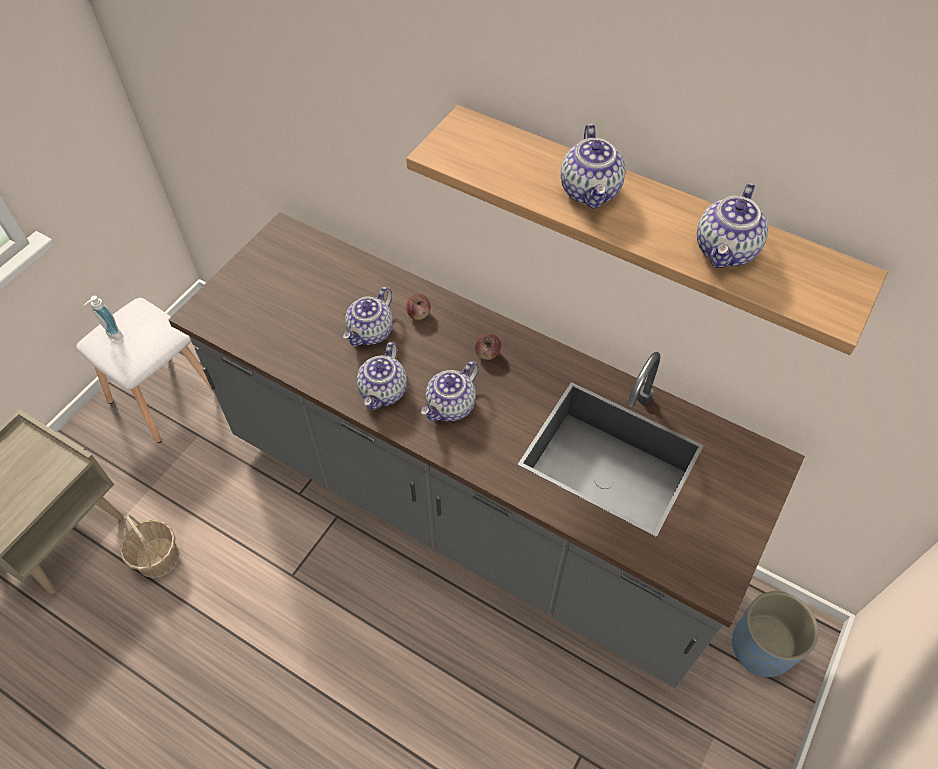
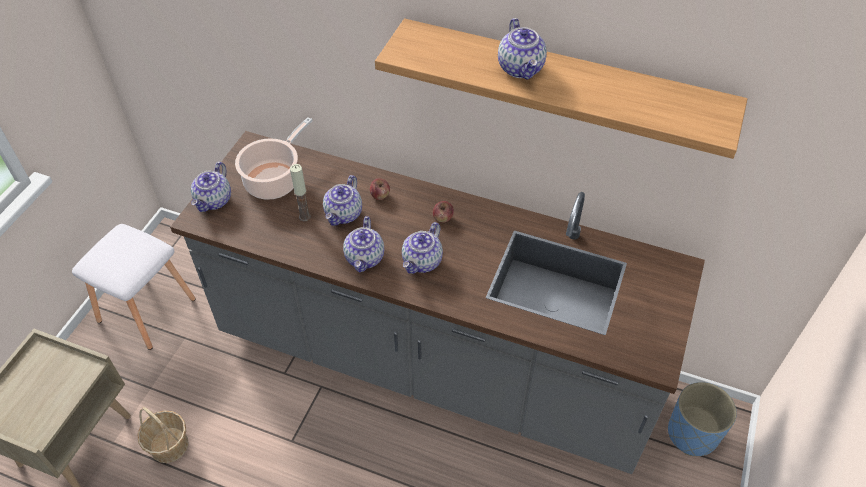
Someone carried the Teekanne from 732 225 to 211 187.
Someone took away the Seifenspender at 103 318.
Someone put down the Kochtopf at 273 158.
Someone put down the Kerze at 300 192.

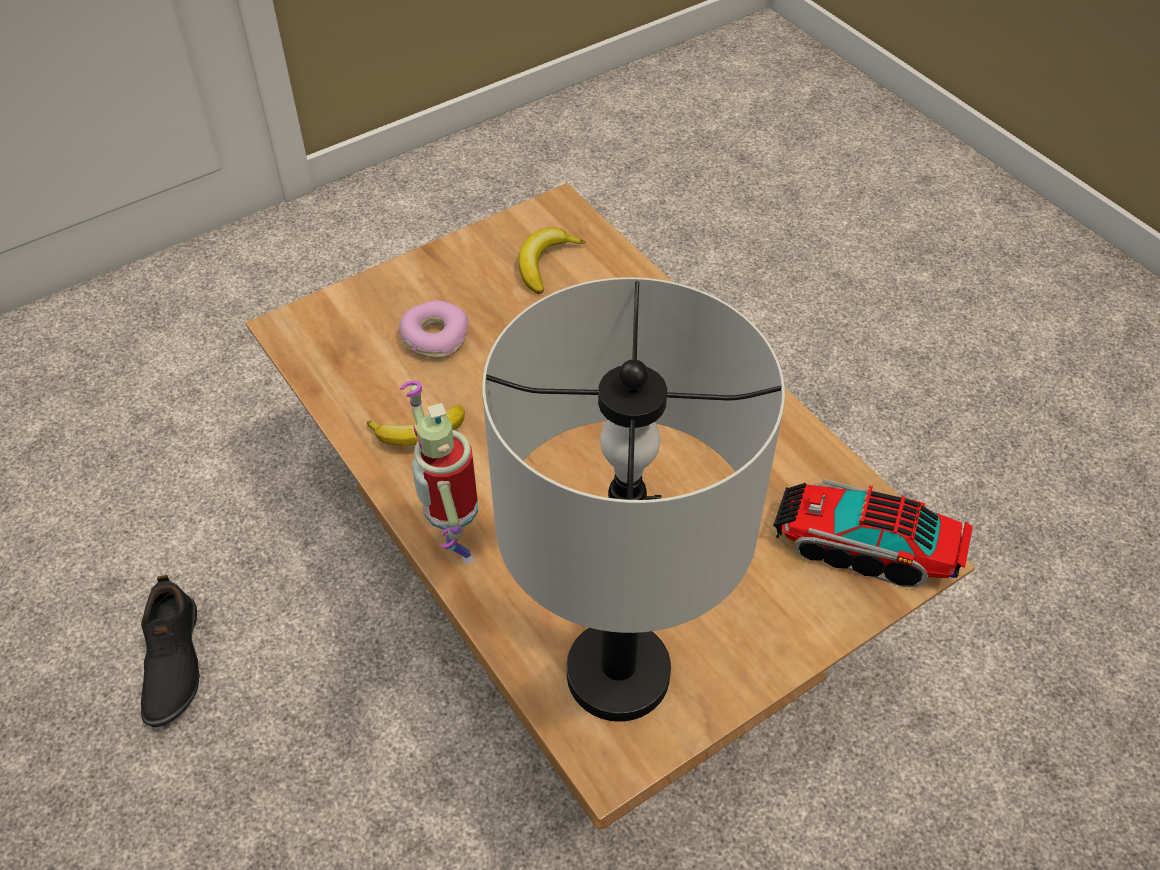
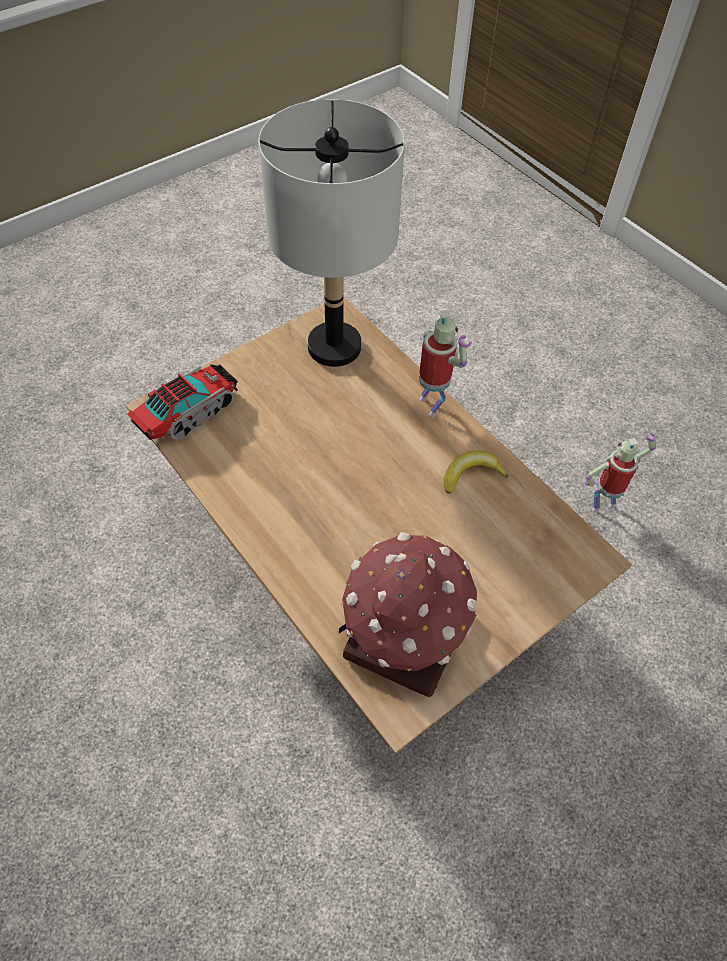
Someone swapped the Banane at 552 260 for the Spielzeughaus at 408 614.
Someone took away the Donut at 433 330.
Someone rotated the Spielzeuglaster at 873 532 by 60 degrees counterclockwise.
Someone swapped the Schuh [schwarz] at 170 651 for the Spielzeugroboter at 620 473.

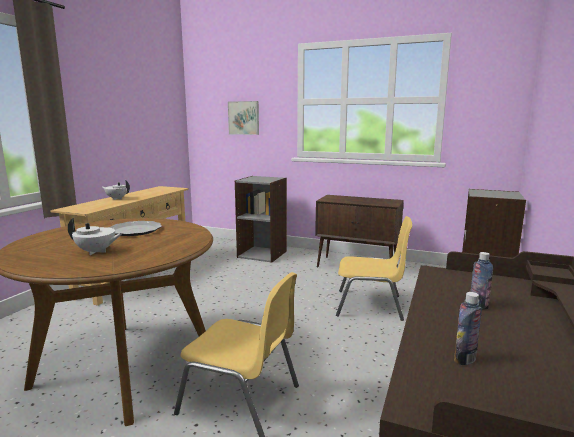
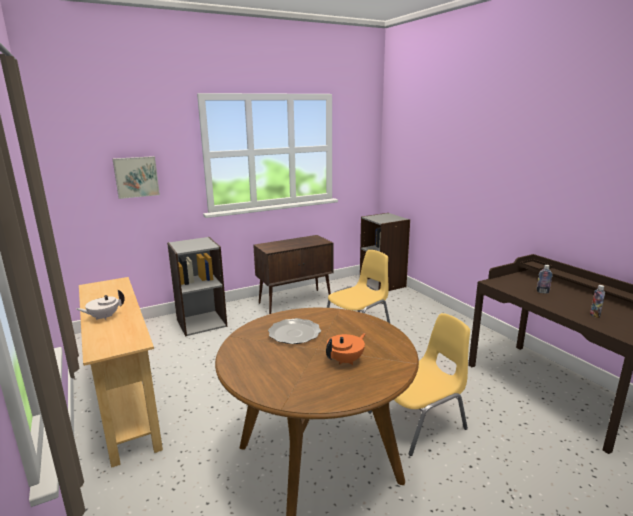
Someone repainted the Teekanne [weiß] at 95 236, which became the Teekanne [orange] at 345 349.

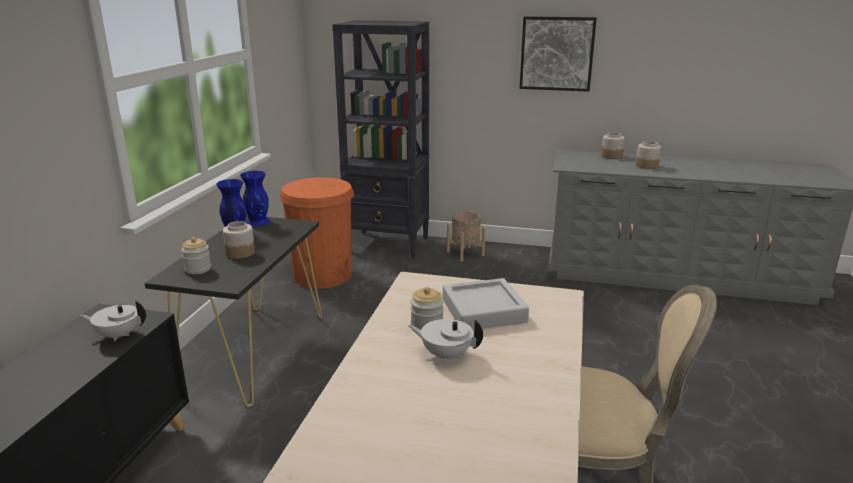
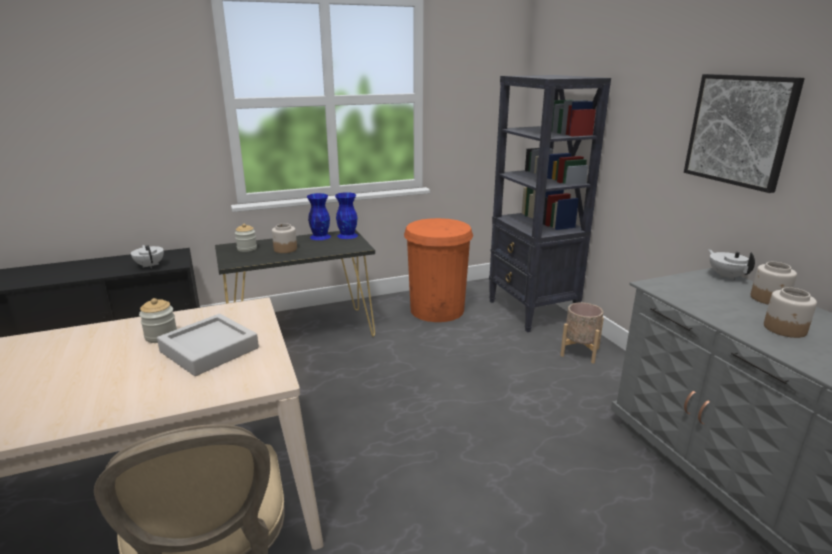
Someone carried the Teekanne [weiß] from 445 340 to 731 264.

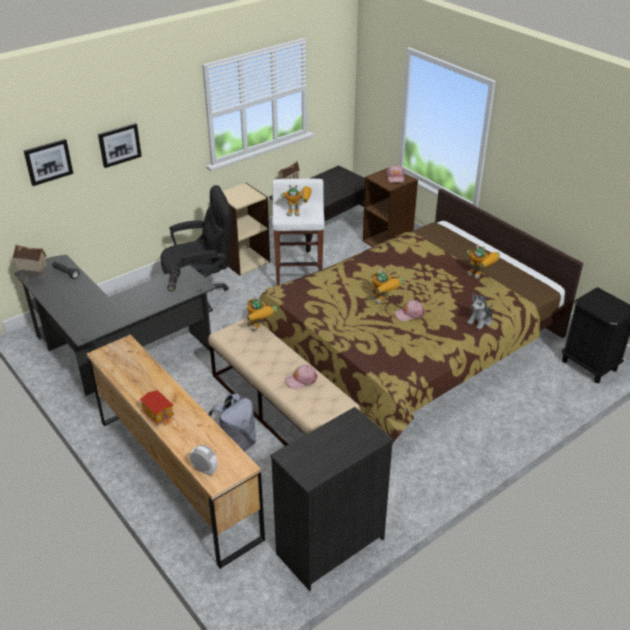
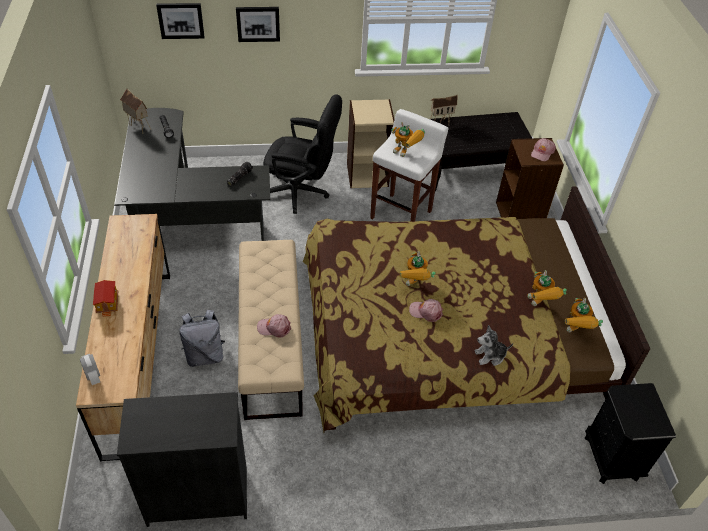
Someone carried the Spielzeugroboter from 262 313 to 583 315.

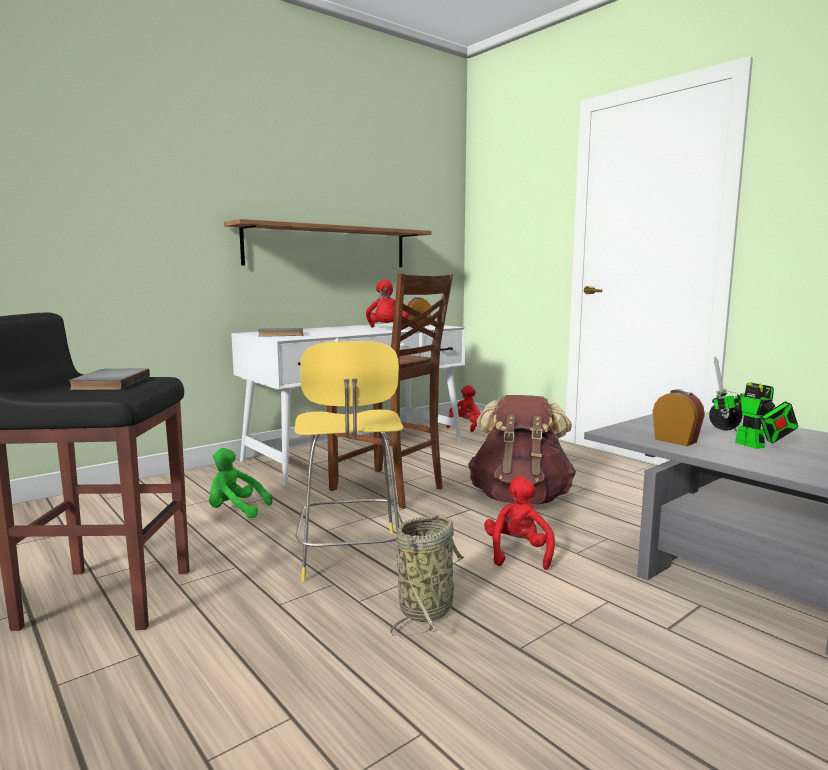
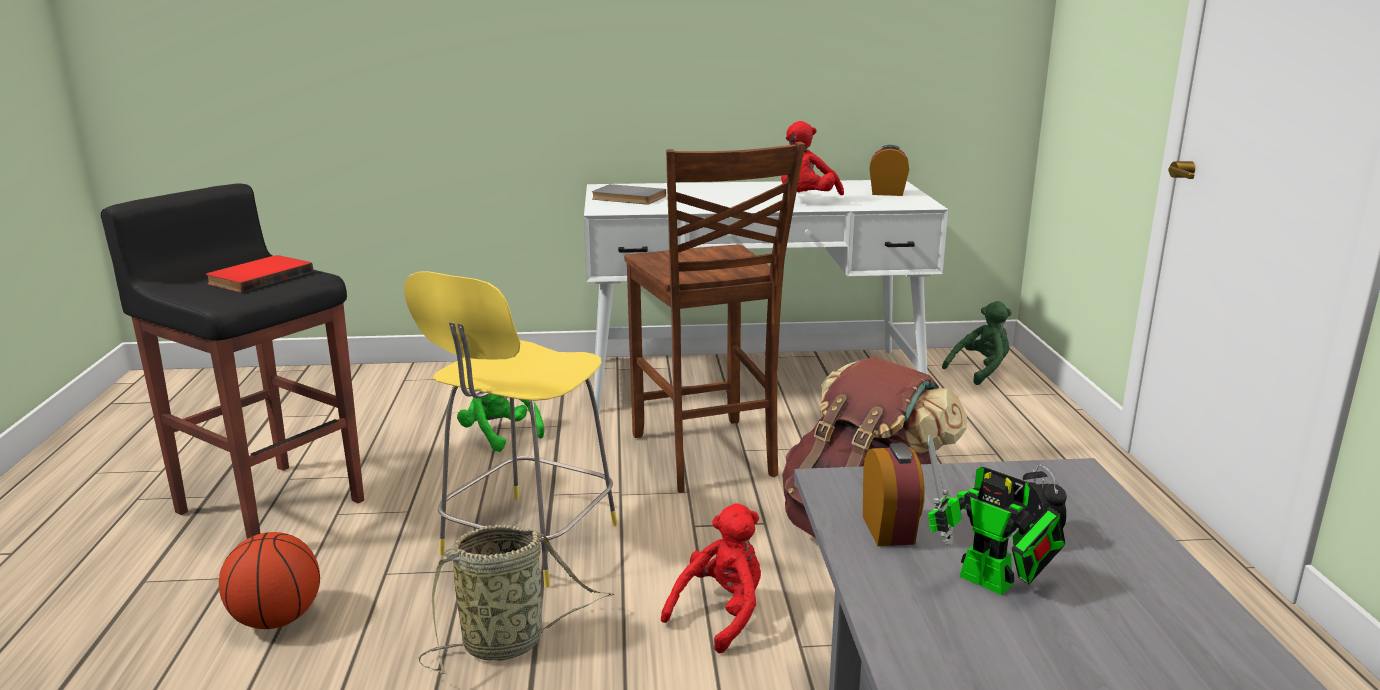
Someone took away the Wandregal at 328 243.
Someone rotated the Spielzeugroboter at 756 403 by 60 degrees counterclockwise.
Someone repainted the Buch [grau] at 109 379, which became the Buch [rot] at 259 274.
Someone repainted the Plüschtier [rot] at 463 408, which became the Plüschtier [grün] at 977 343.
Someone put down the Basketball at 269 580.

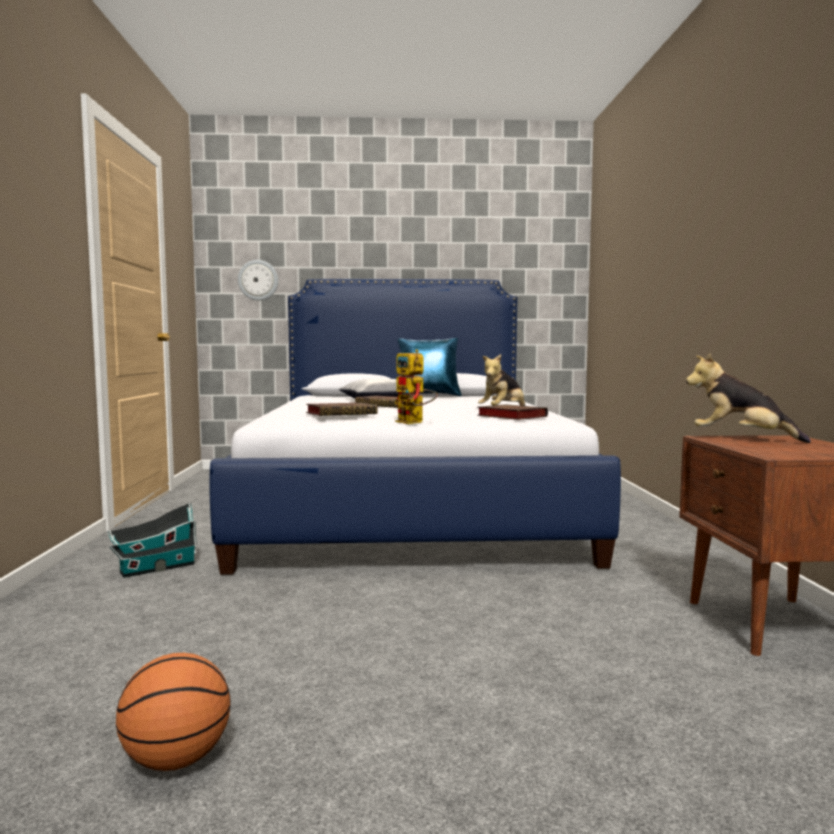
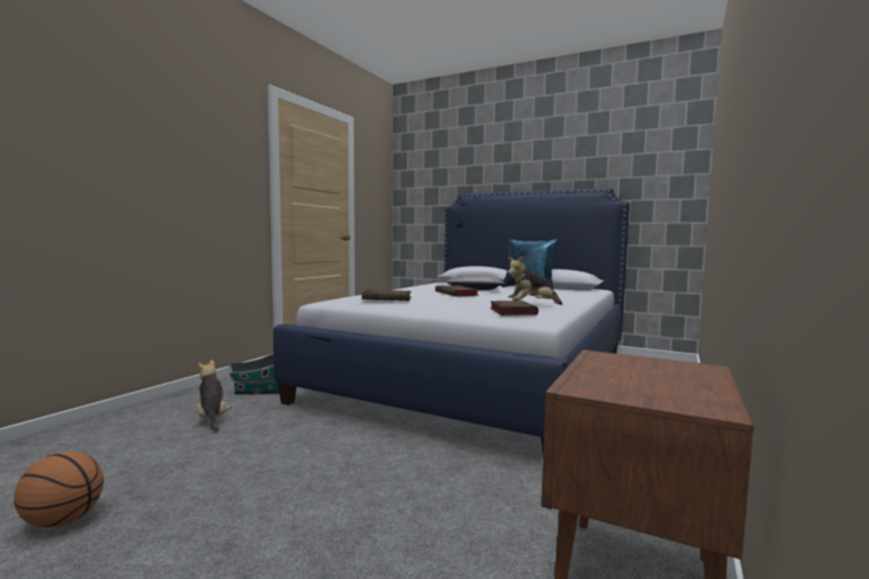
Someone took away the Wanduhr at 258 280.
Someone took away the Spielzeugroboter at 416 386.
Someone carried the Plüschtier from 748 398 to 214 396.

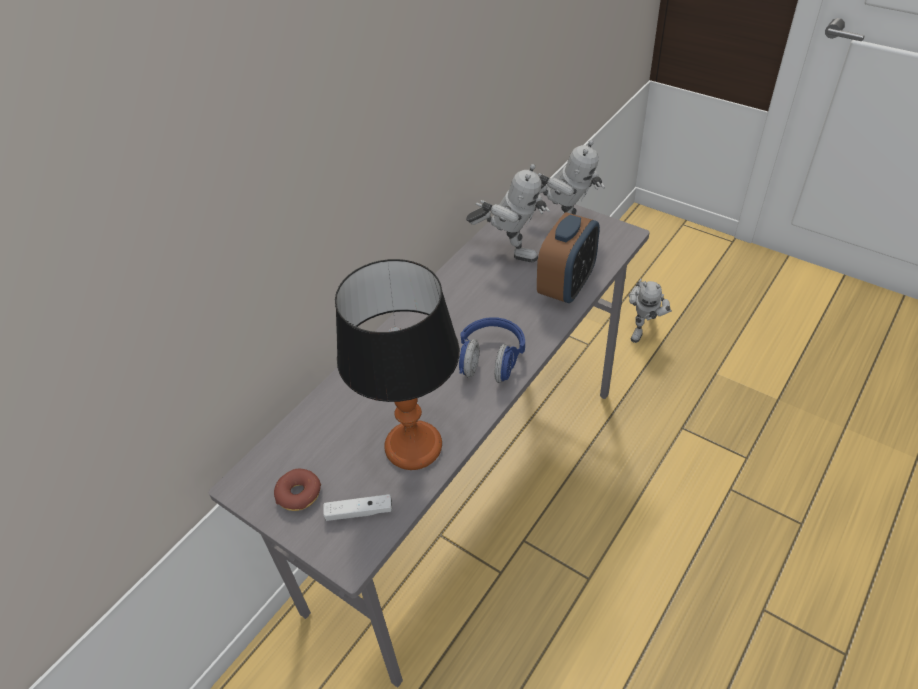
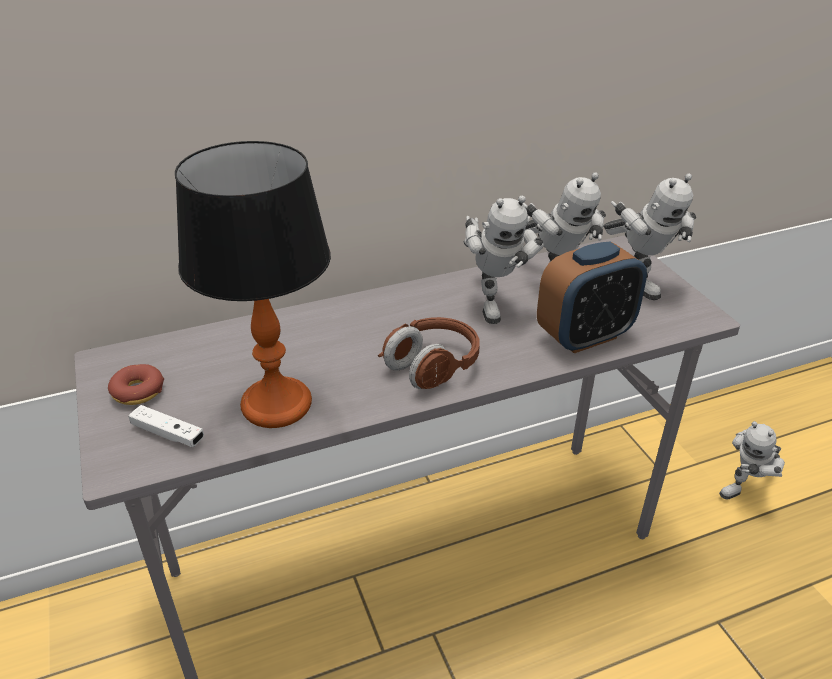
Someone repainted the Kopfhörer [blau] at 492 350, which became the Kopfhörer [braun] at 429 353.
Someone put down the Spielzeugroboter at 504 259.

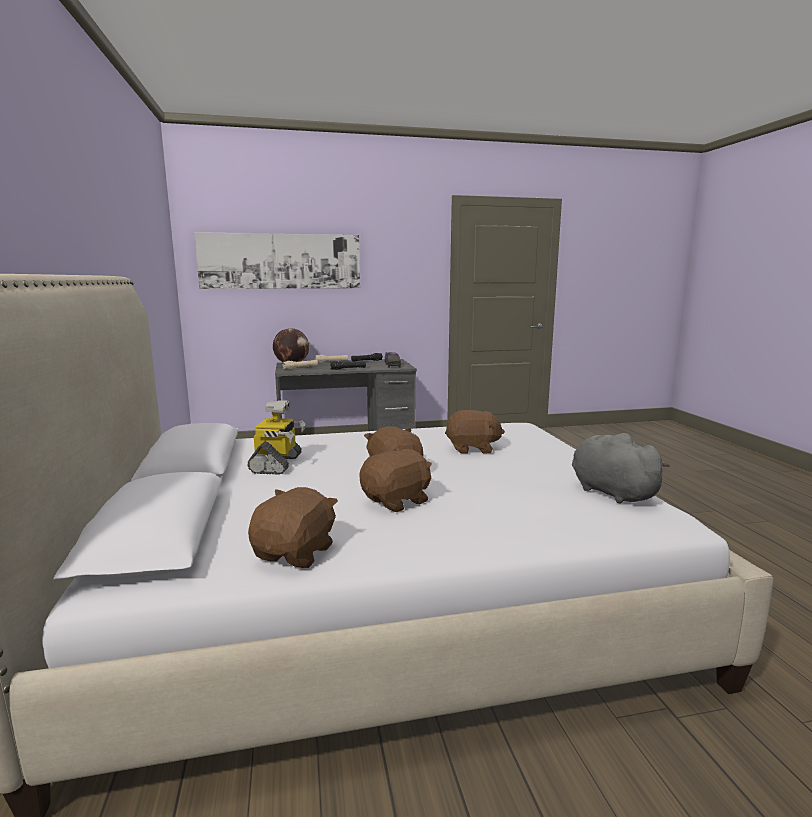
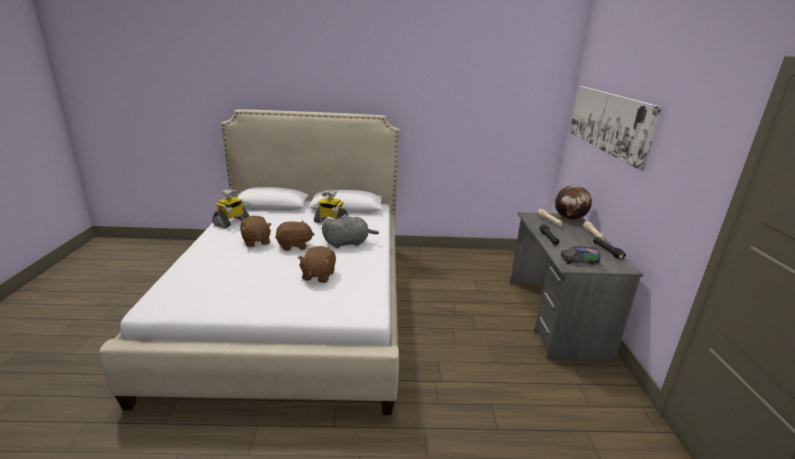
Someone carried the Plüschtier [grau] from 621 468 to 350 231.
Someone swapped the Plüschtier [braun] at 293 527 for the Spielzeugroboter at 230 208.

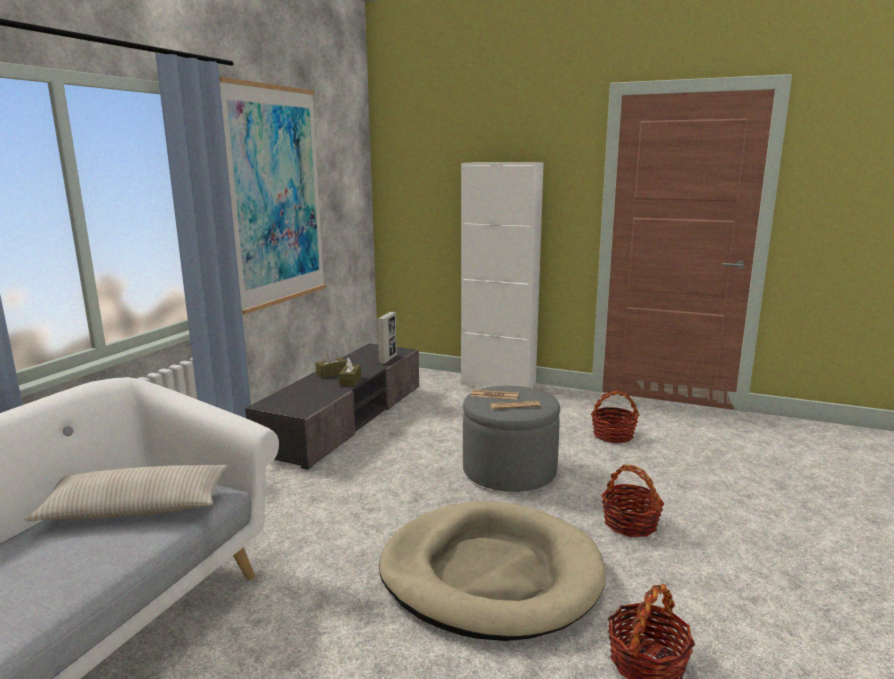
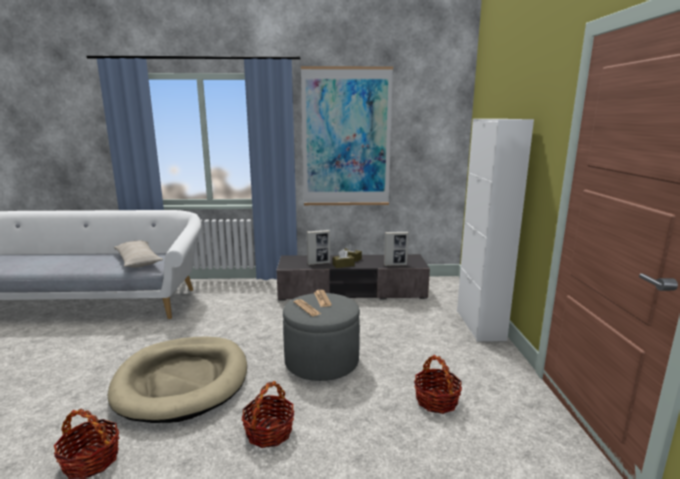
Someone put down the Bilderrahmen at 318 247.

